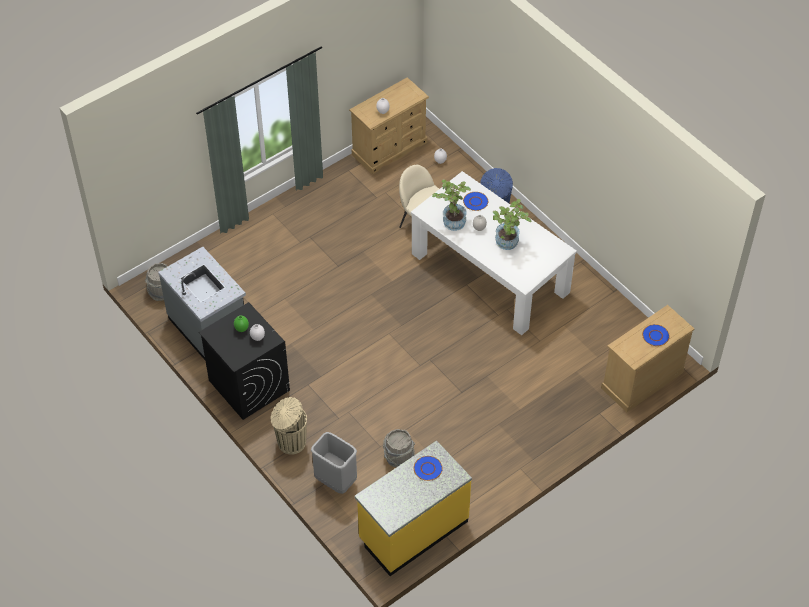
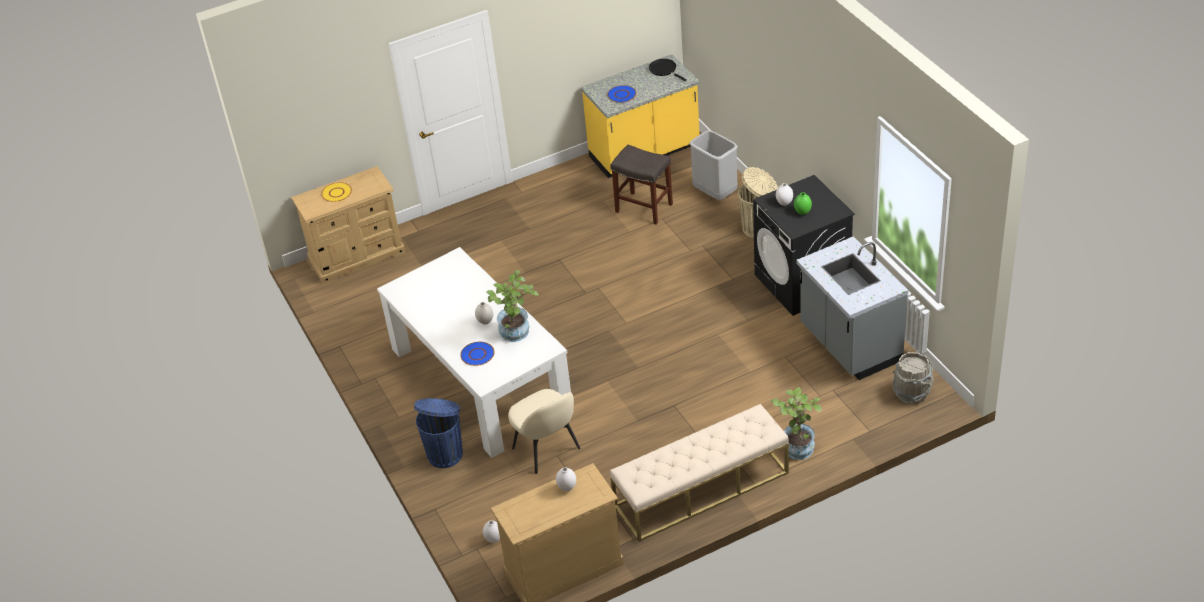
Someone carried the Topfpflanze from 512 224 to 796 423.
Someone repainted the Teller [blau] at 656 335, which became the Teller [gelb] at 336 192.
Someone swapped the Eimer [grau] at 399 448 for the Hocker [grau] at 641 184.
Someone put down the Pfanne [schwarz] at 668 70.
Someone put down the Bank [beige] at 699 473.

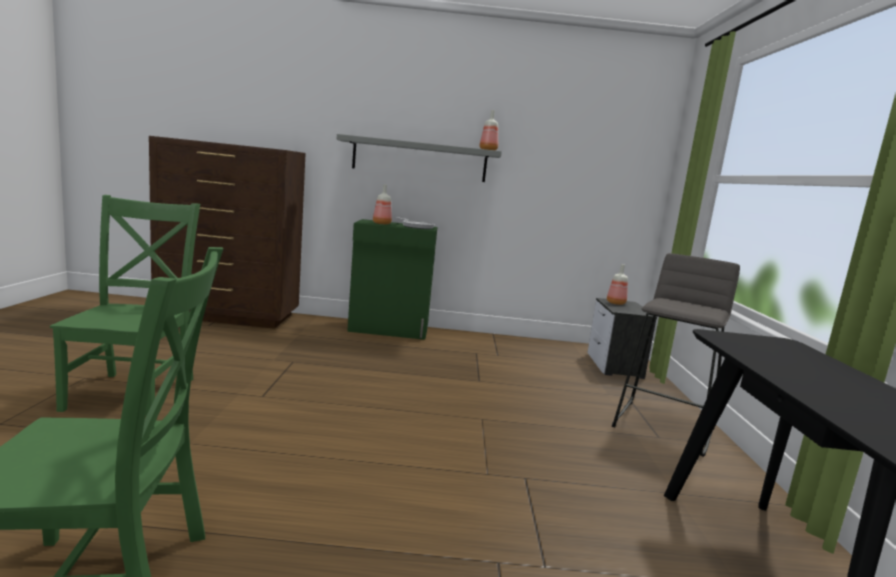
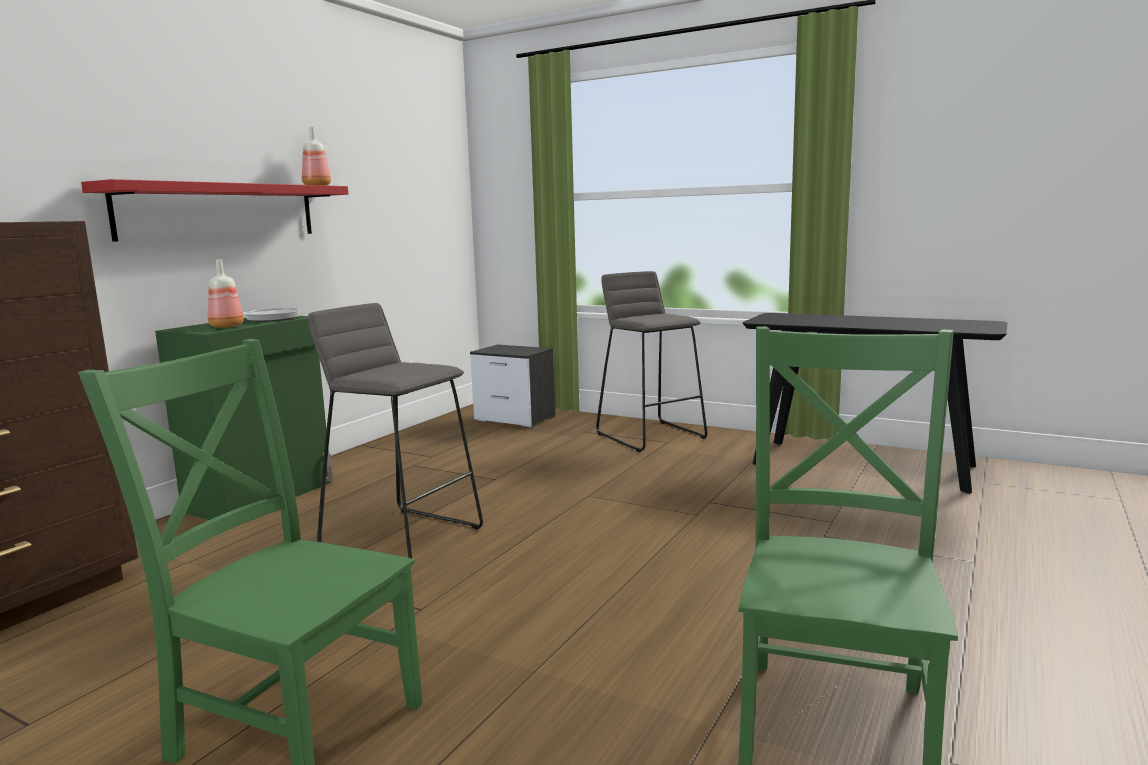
Someone repainted the Wandregal [grau] at 419 158, which became the Wandregal [rot] at 214 210.
Someone took away the Flasche at 617 284.
Someone put down the Hocker [grau] at 395 430.

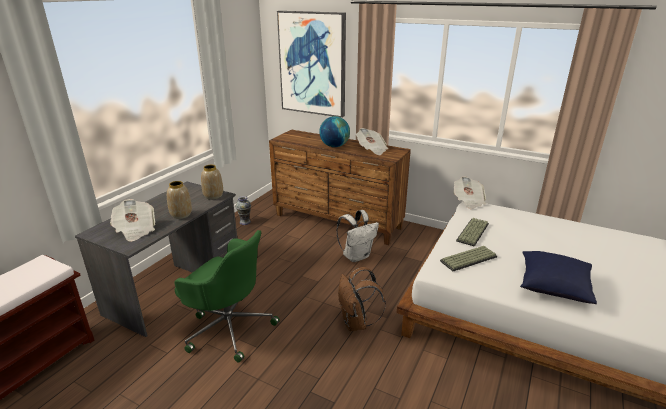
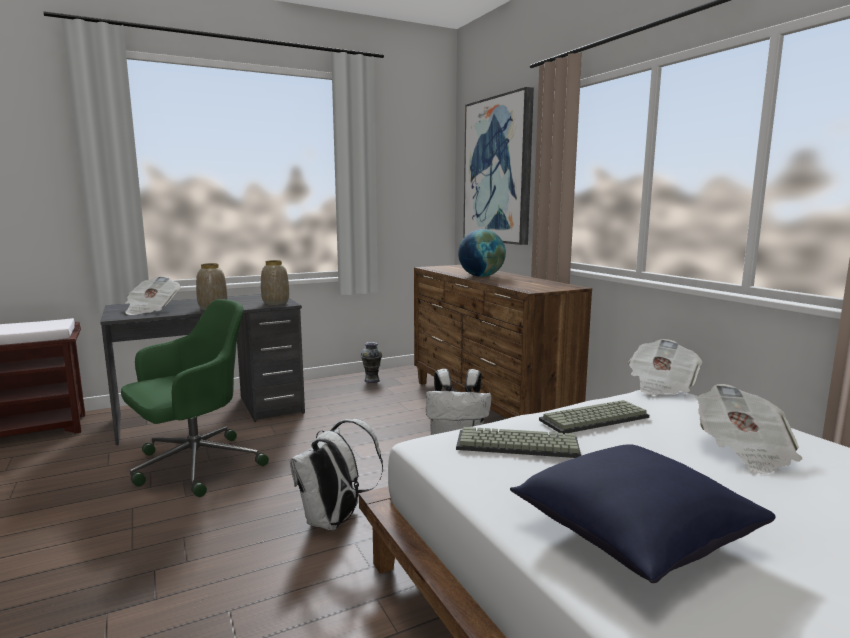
Someone carried the Zeitung from 372 141 to 749 429.
Someone rotated the Bürostuhl [grün] at 227 296 by 105 degrees counterclockwise.
Someone repainted the Rucksack [braun] at 362 299, which became the Rucksack [weiß] at 336 474.

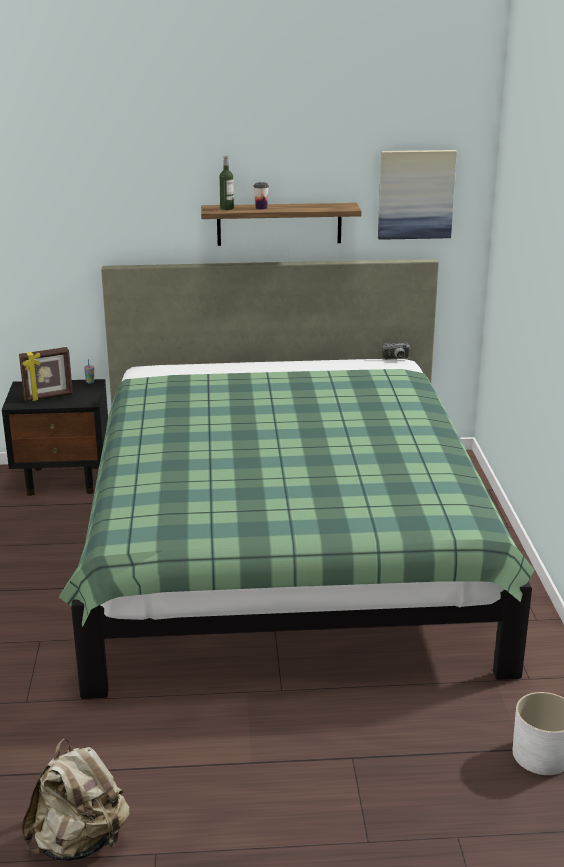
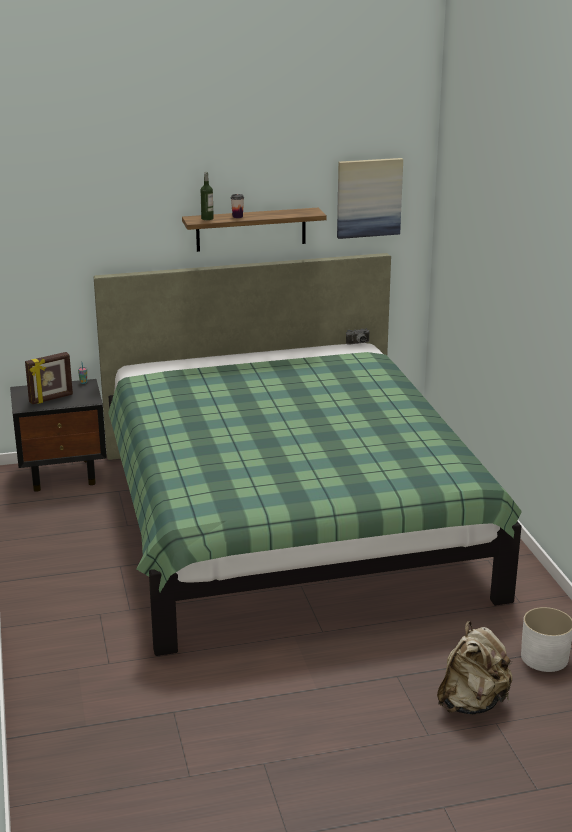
Someone carried the Rucksack [beige] from 75 799 to 475 668.

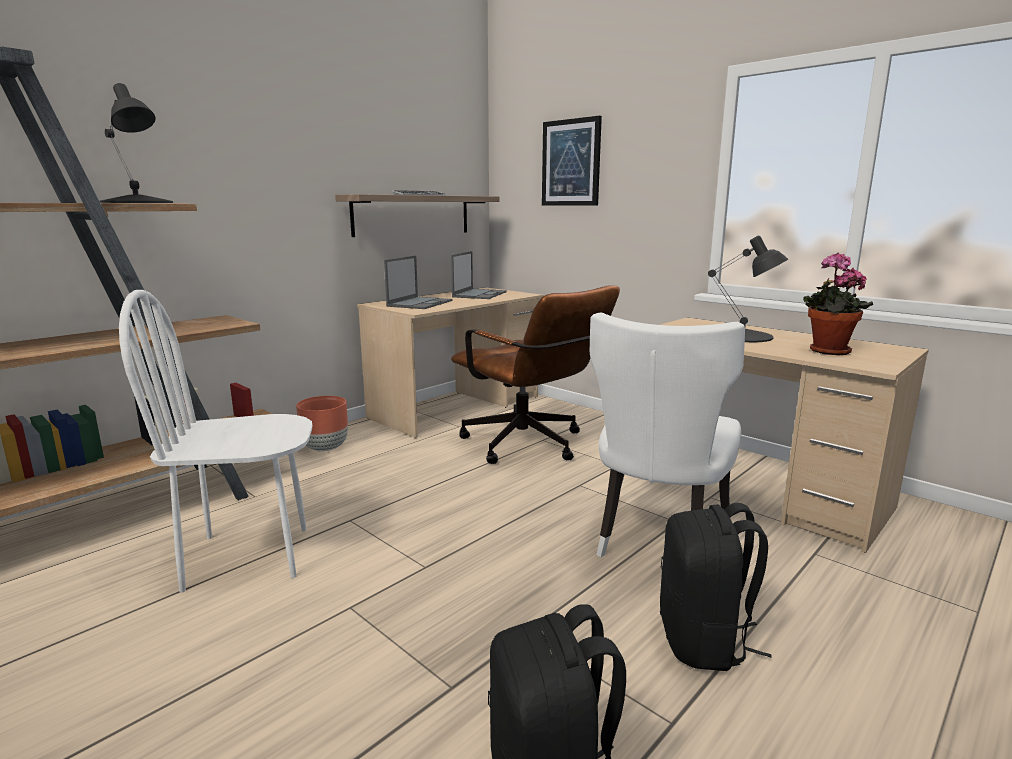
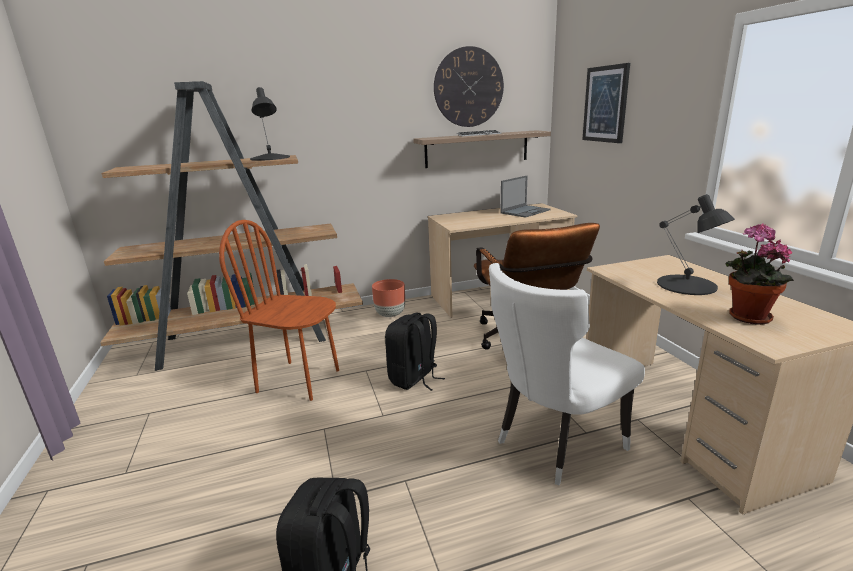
Someone took away the Laptop at 418 282.
Someone repainted the Stuhl [weiß] at 215 441, which became the Stuhl [braun] at 279 310.
Someone carried the Rucksack [schwarz] from 715 587 to 415 352.
Someone put up the Wanduhr at 469 86.

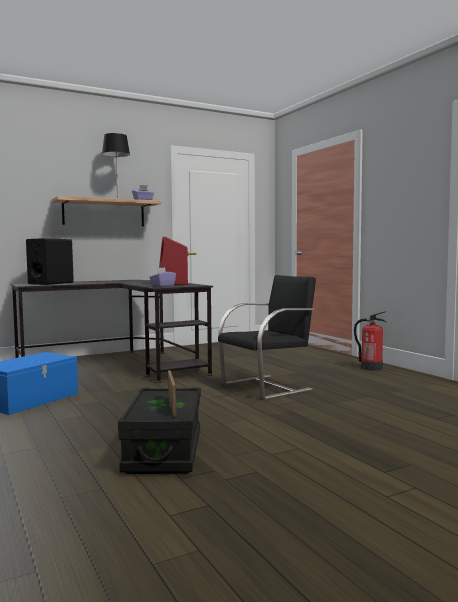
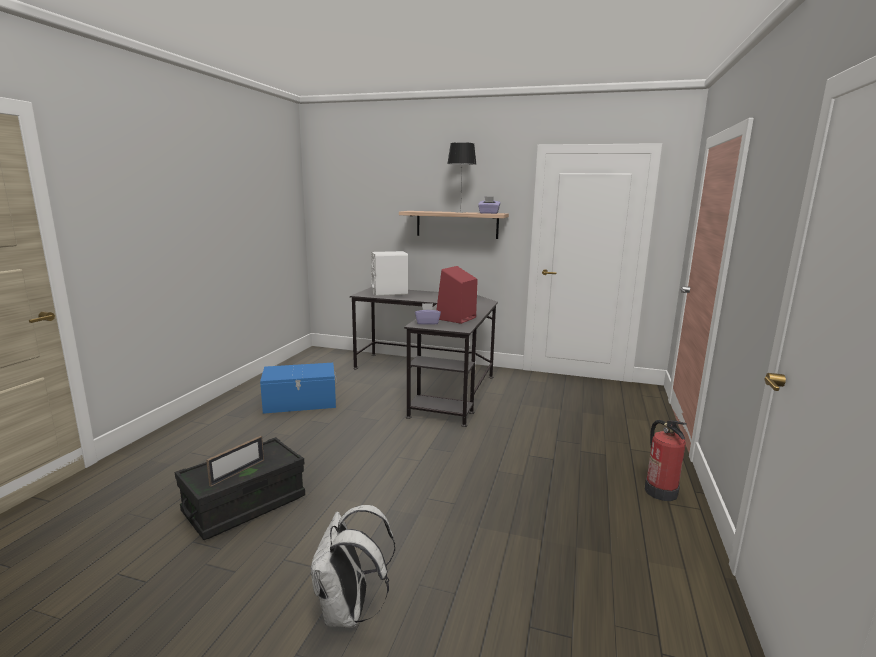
Someone repainted the Lautsprecher [schwarz] at 50 261, which became the Lautsprecher [weiß] at 389 273.
Someone took away the Stuhl [schwarz] at 267 337.
Someone put down the Rucksack [weiß] at 353 566.

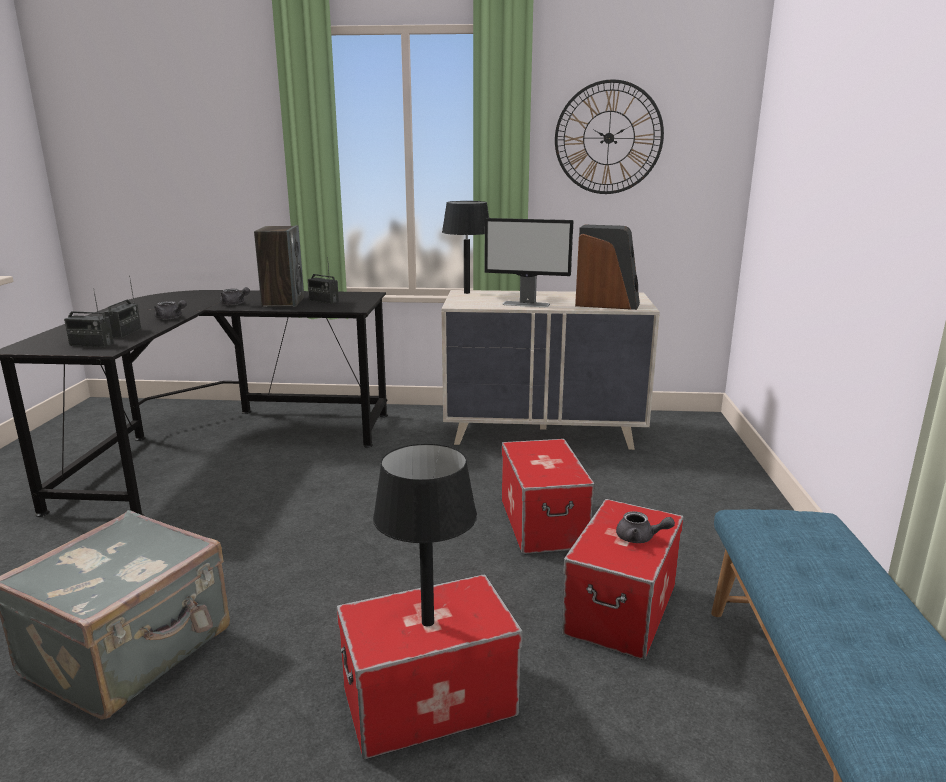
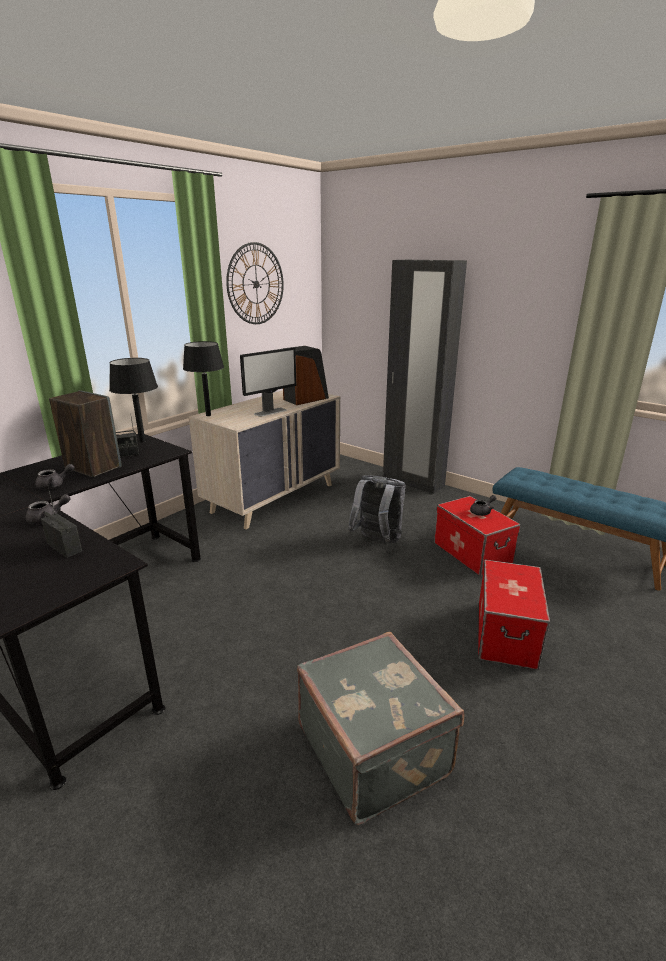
Someone took away the Radio at 89 317.
Someone swapped the Aufbewahrungsbox at 548 496 for the Rucksack [grau] at 377 509.
Someone carried the Tischlampe [schwarz] from 425 534 to 133 400.
Someone put down the Kleiderschrank [schwarz] at 425 377.

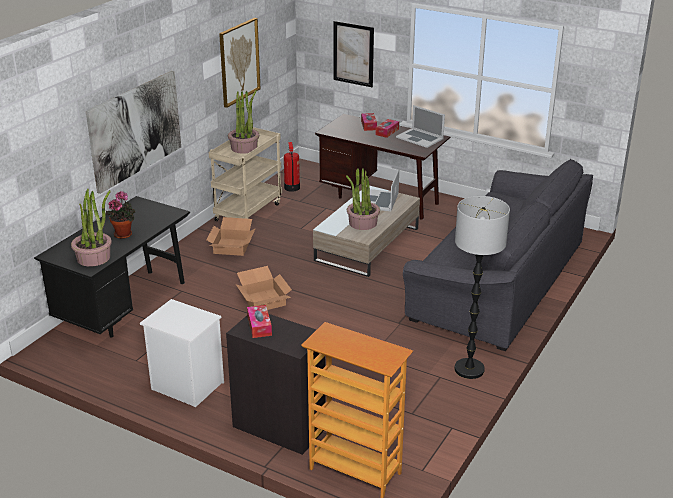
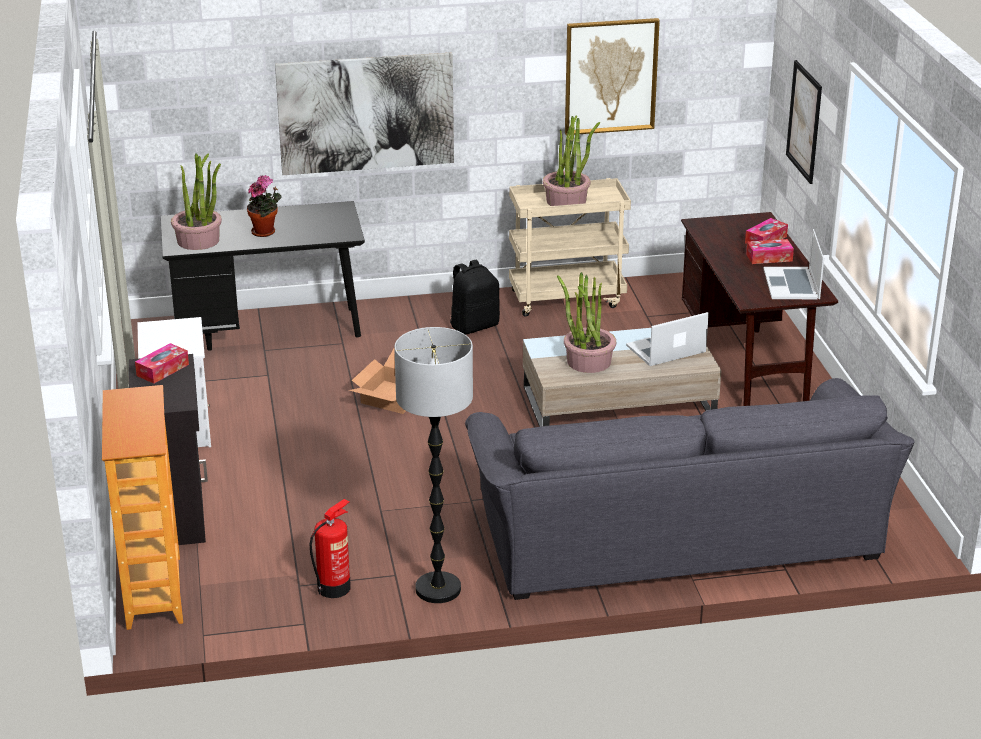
Someone carried the Feuerlöscher from 292 167 to 330 548.
Someone swapped the Karton at 231 236 for the Rucksack [schwarz] at 475 297.

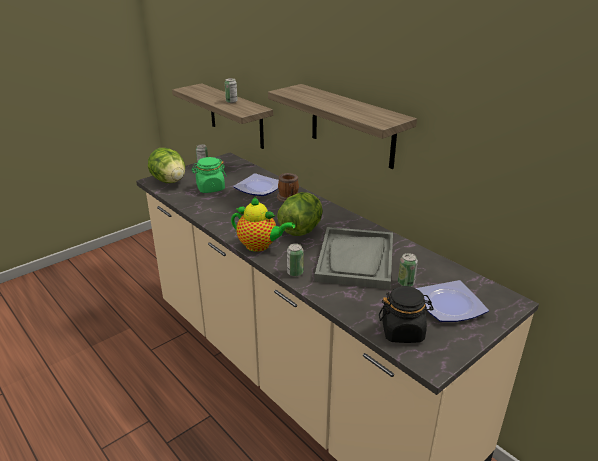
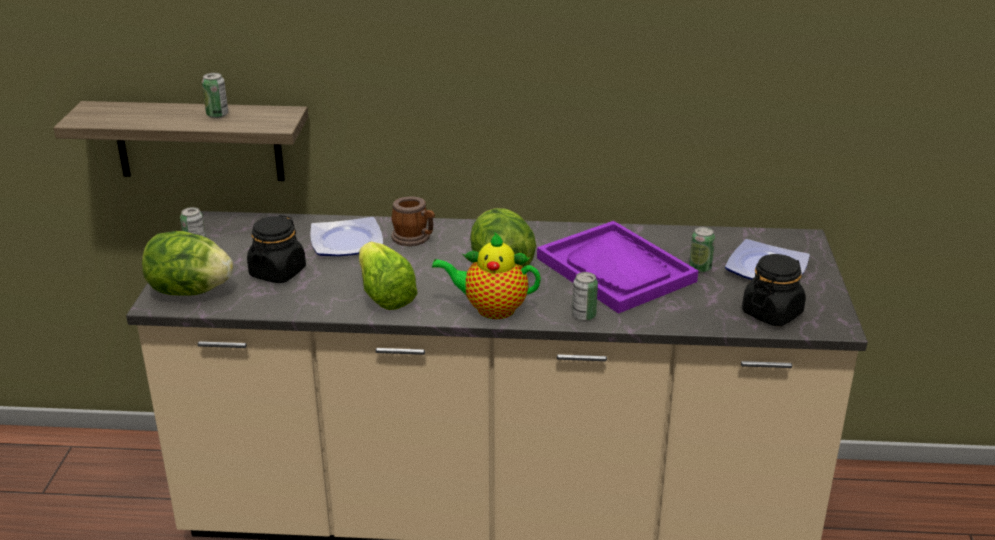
Someone took away the Wandregal at 342 126.
Someone repainted the Vorratsglas [grün] at 209 175, which became the Vorratsglas [schwarz] at 276 249.
Someone rotated the Teekanne at 263 224 by 150 degrees counterclockwise.
Someone repainted the Tablett [grau] at 354 258, which became the Tablett [lila] at 617 267.
Someone put down the Salatkopf at 388 276.

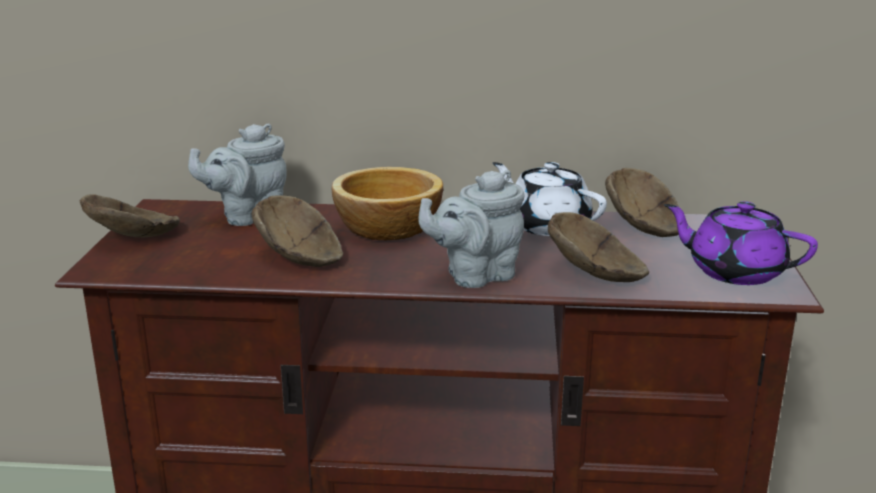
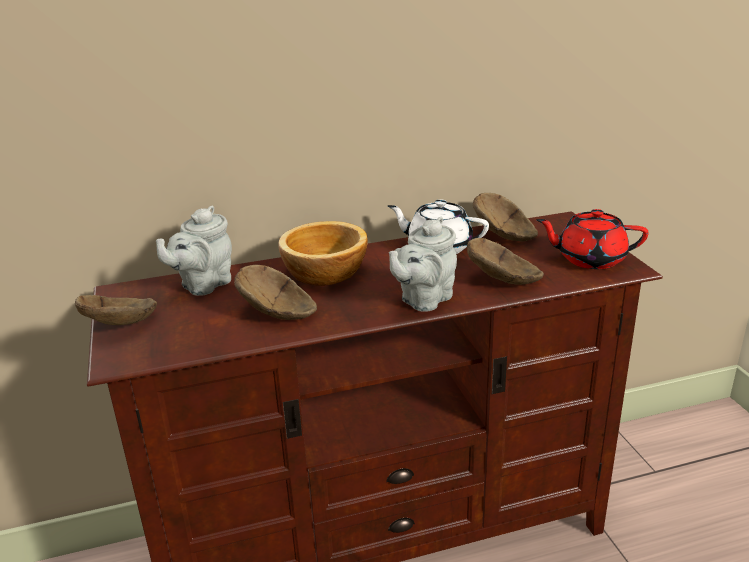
Someone repainted the Teekanne [lila] at 741 243, which became the Teekanne [rot] at 592 239.

